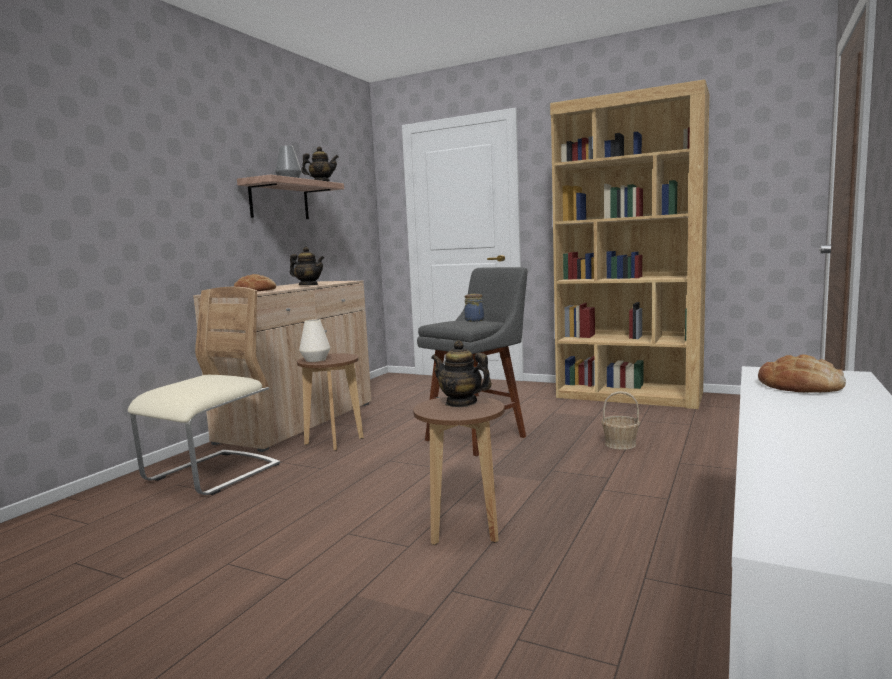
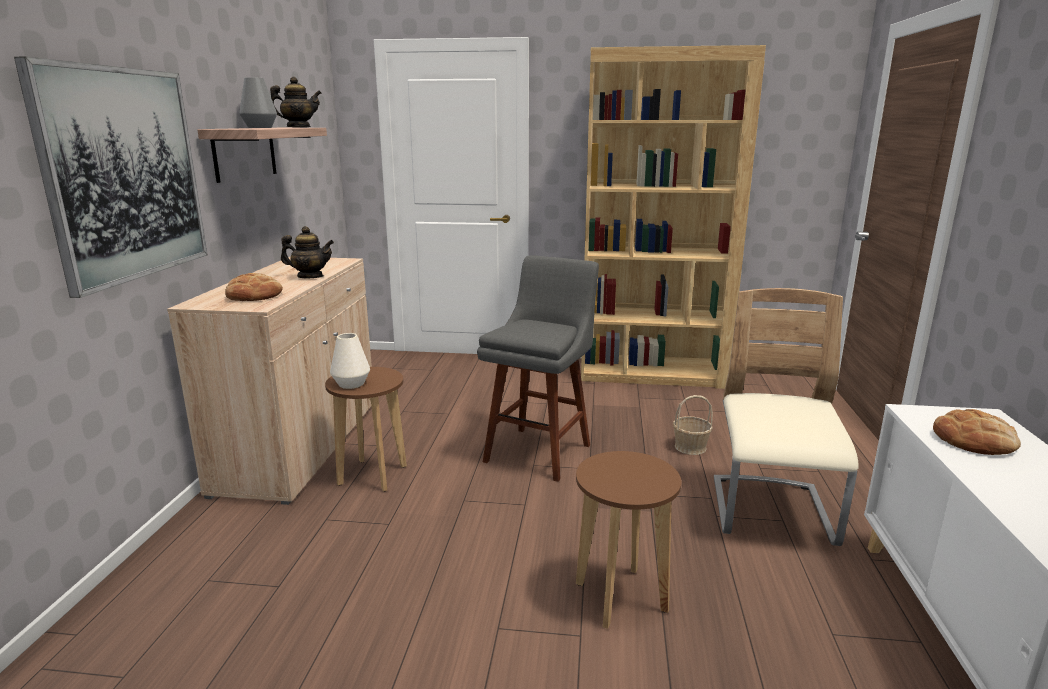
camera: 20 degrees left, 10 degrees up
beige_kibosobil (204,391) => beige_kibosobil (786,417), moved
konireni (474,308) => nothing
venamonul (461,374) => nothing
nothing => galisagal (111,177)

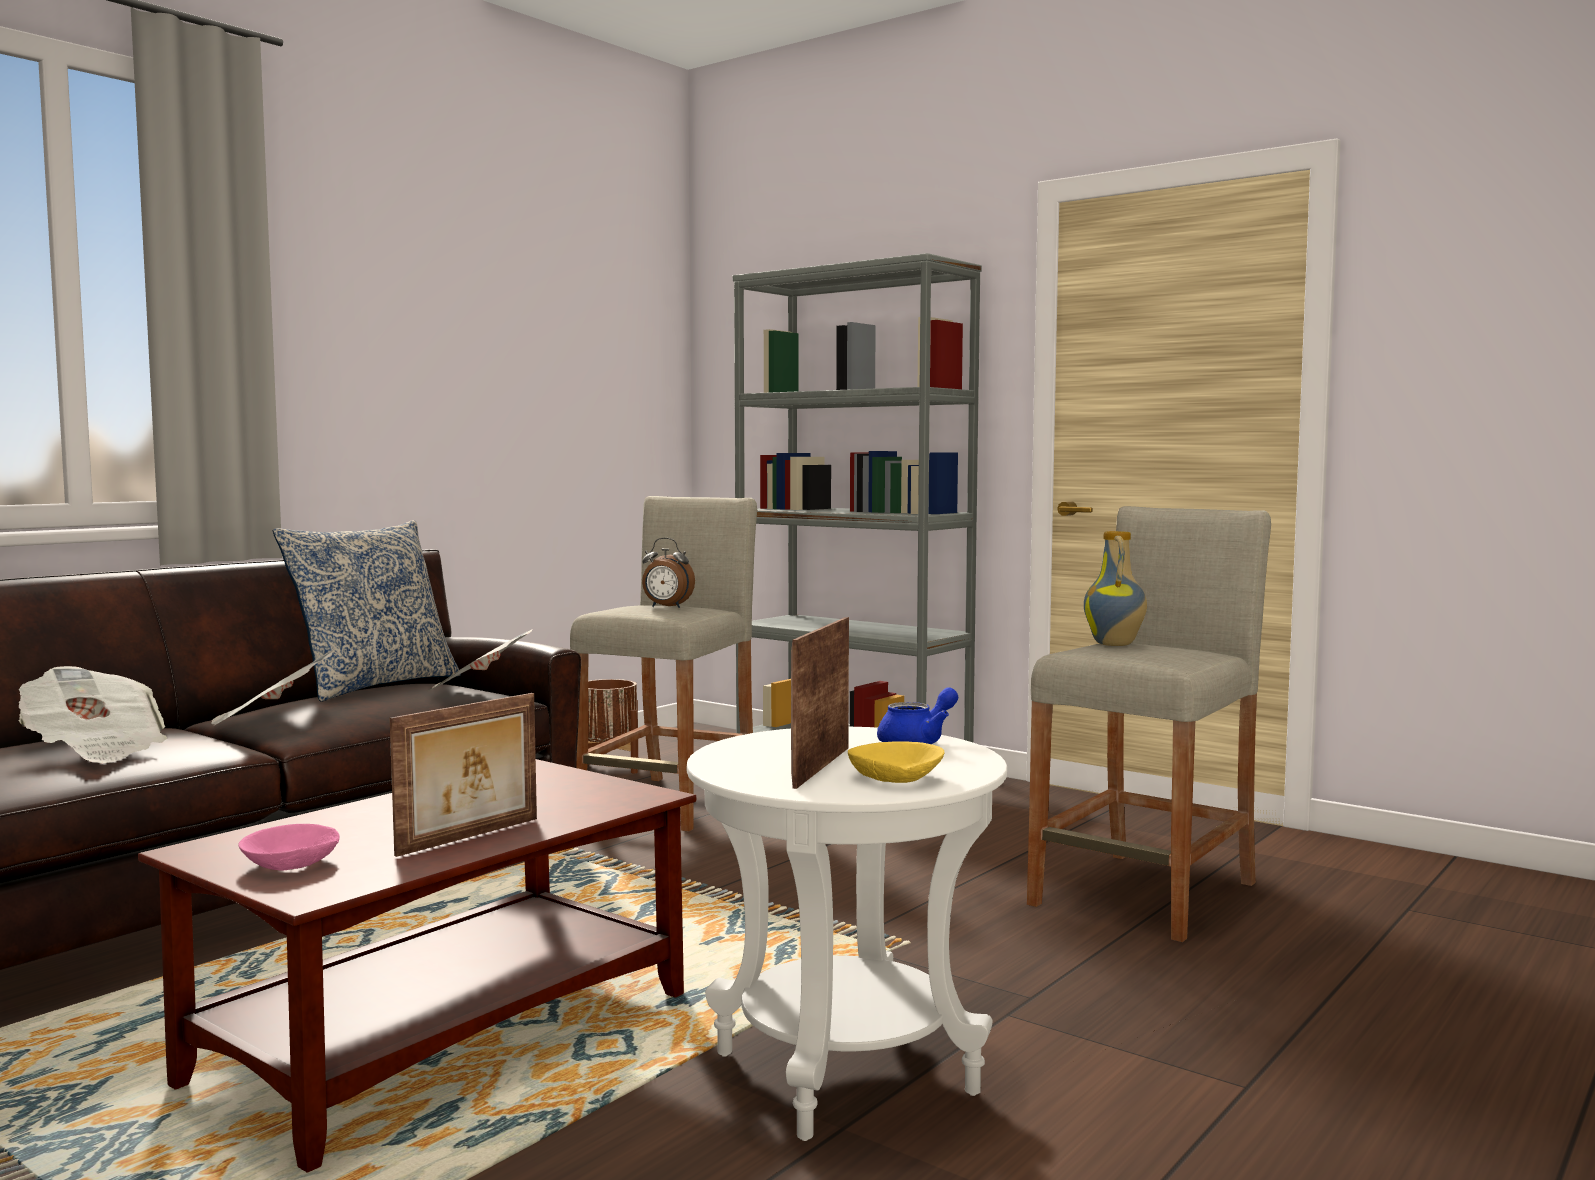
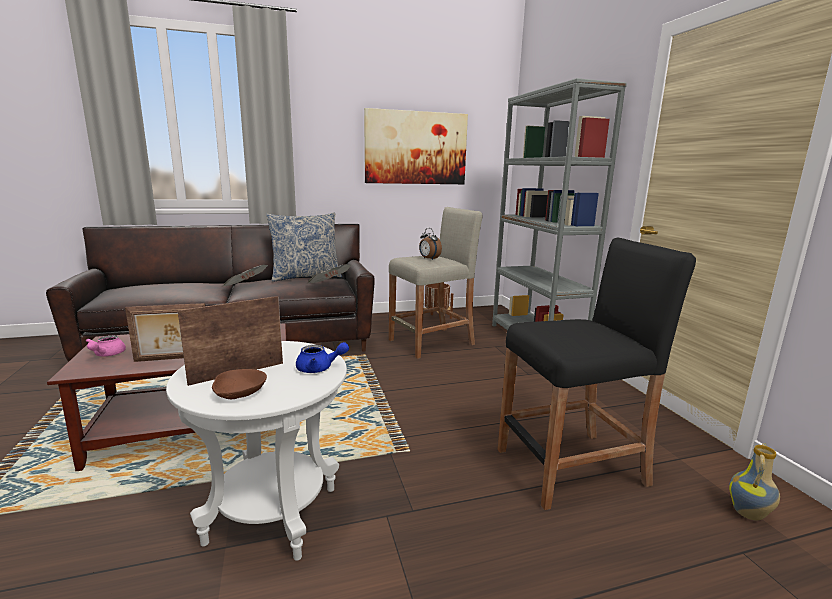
camera: 35 degrees right, 10 degrees up
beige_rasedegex (1149,724) => black_rasedegex (597,373)
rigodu (1115,588) => rigodu (754,481), moved
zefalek (93,714) => nothing
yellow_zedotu (896,762) => brown_zedotu (239,384)
pink_zedotu (289,847) => pink_venamonul (106,346)
nothing => galisagal (416,146)

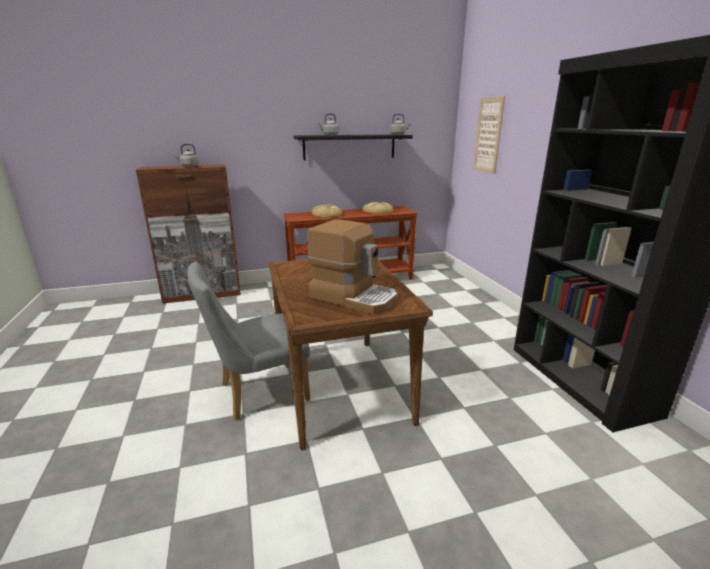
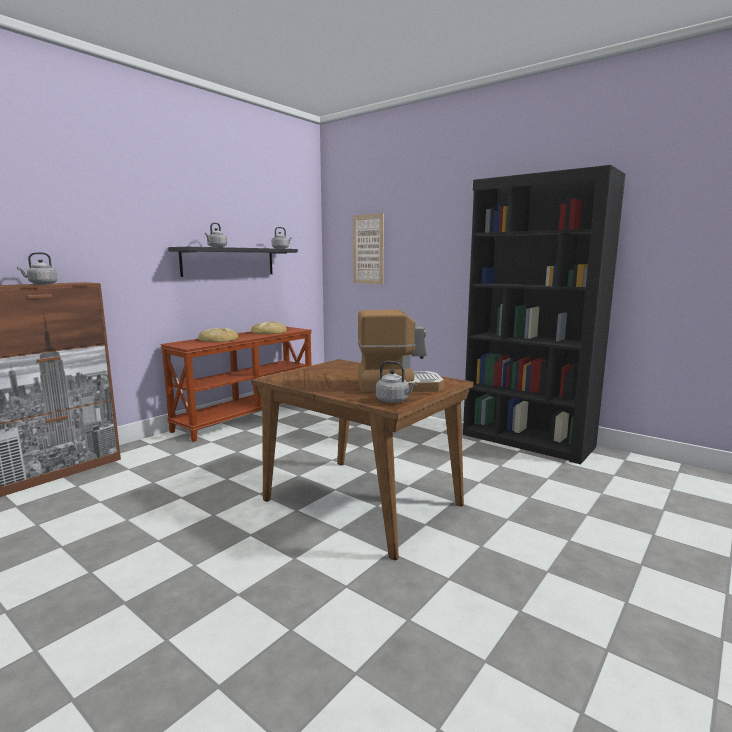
camera: 35 degrees left, 10 degrees down
grey_kibosobil (248,340) => nothing
nothing => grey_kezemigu (396,382)

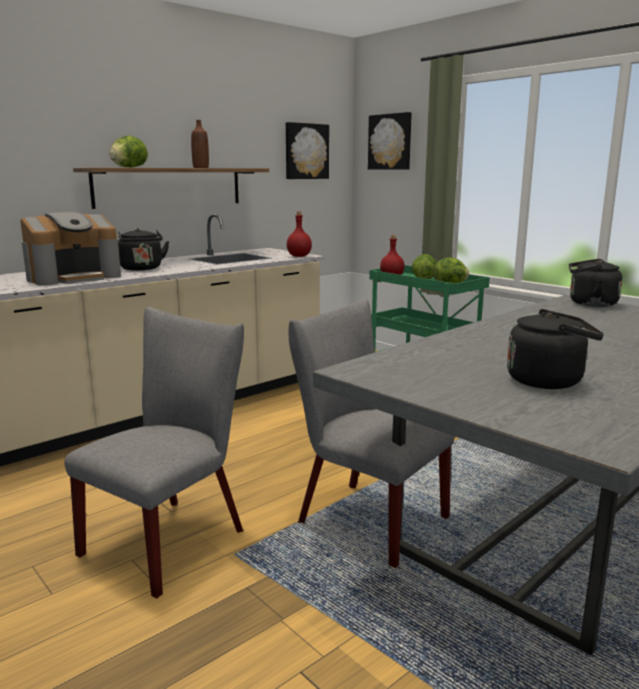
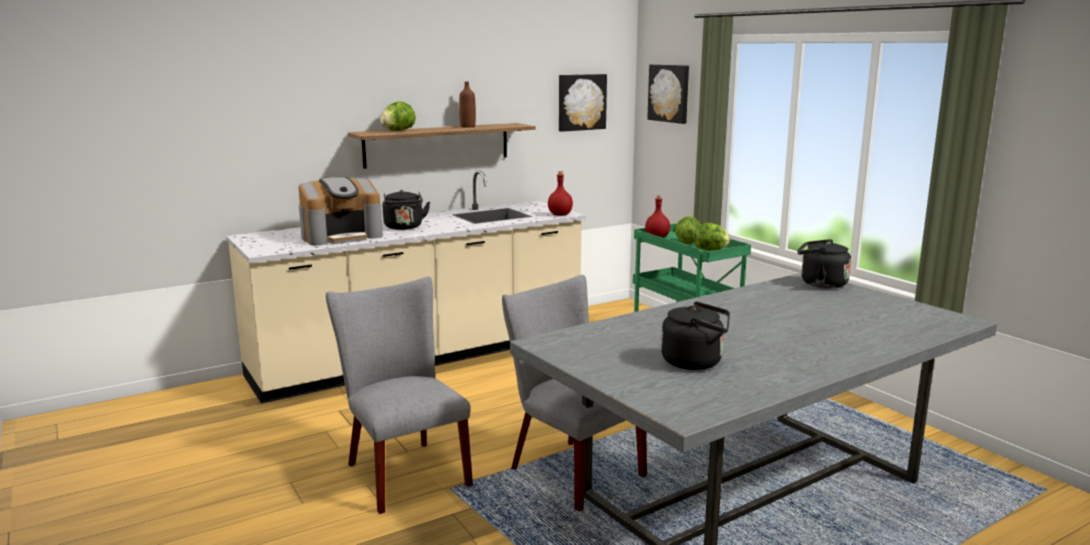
camera: 10 degrees right, 0 degrees up
grey_kibosobil (154,453) => grey_kibosobil (399,395), 75 degrees counterclockwise

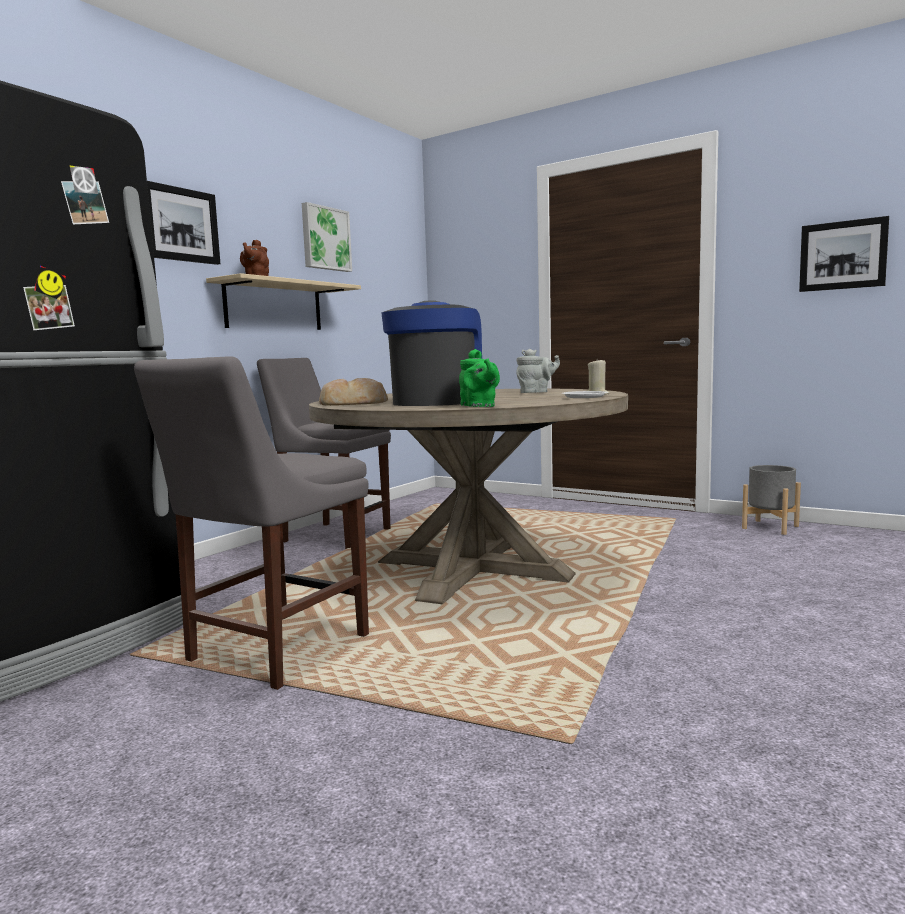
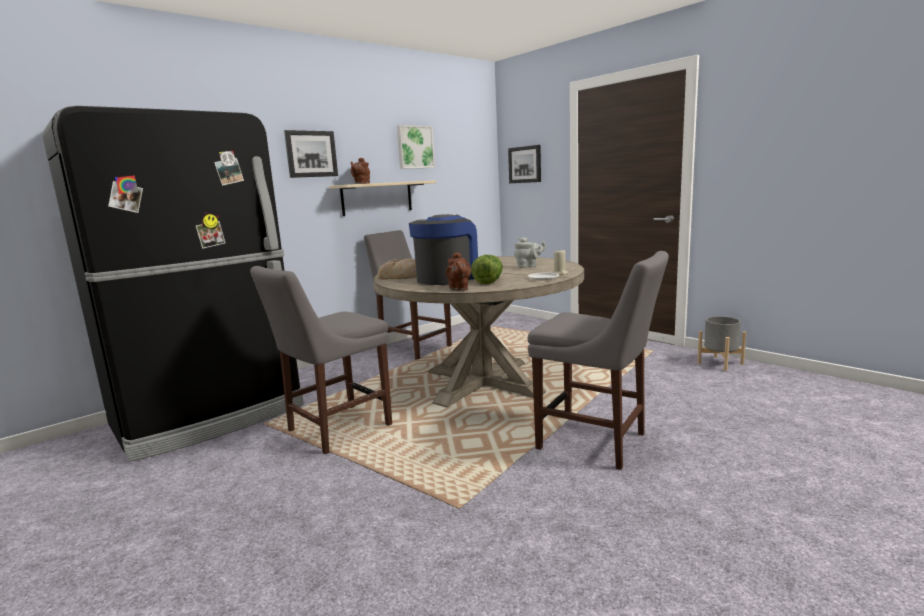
camera: 15 degrees right, 5 degrees up
galisagal (844,254) => galisagal (524,164), moved
green_venamonul (479,378) => brown_venamonul (458,271)
nothing => grey_kibosobil (598,360)
nothing => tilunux (487,269)

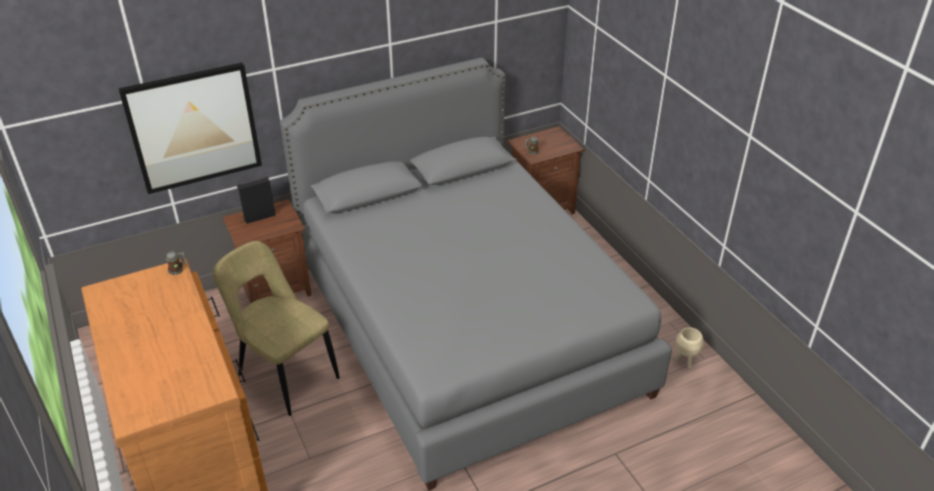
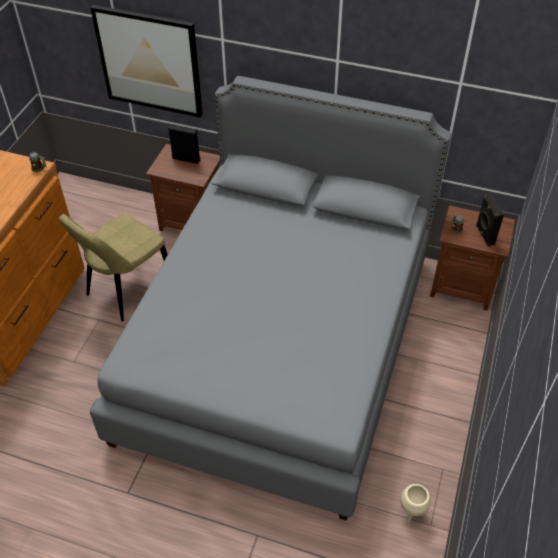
camera: 45 degrees right, 10 degrees up
beige_kibosobil (276,328) => beige_kibosobil (113,267), 135 degrees counterclockwise
nothing => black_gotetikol (490,220)

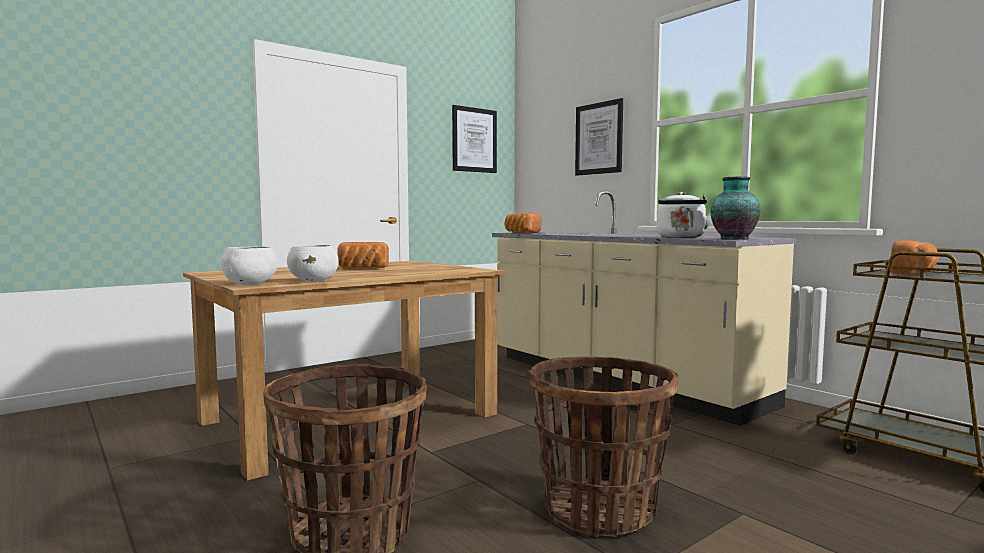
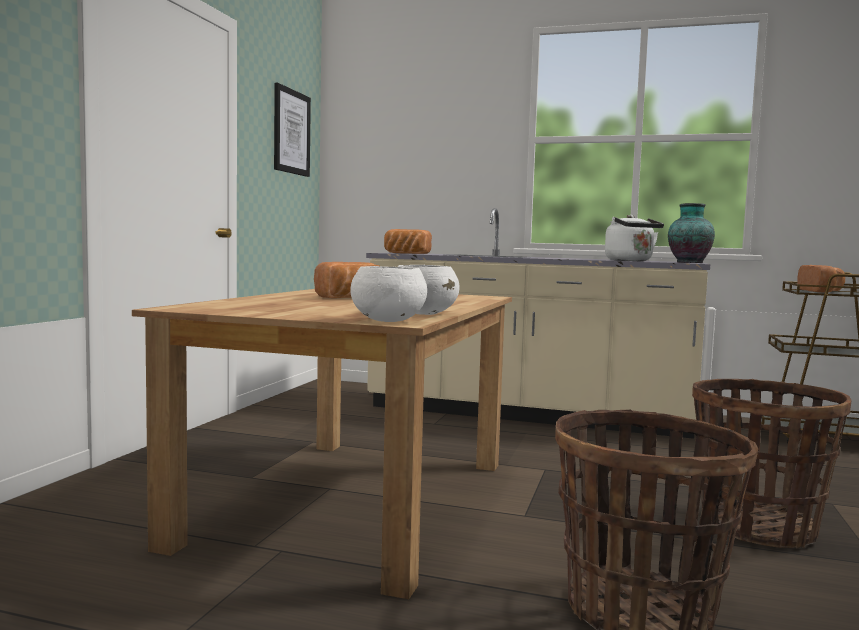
camera: 35 degrees left, 0 degrees up
galisagal (599,137) => nothing

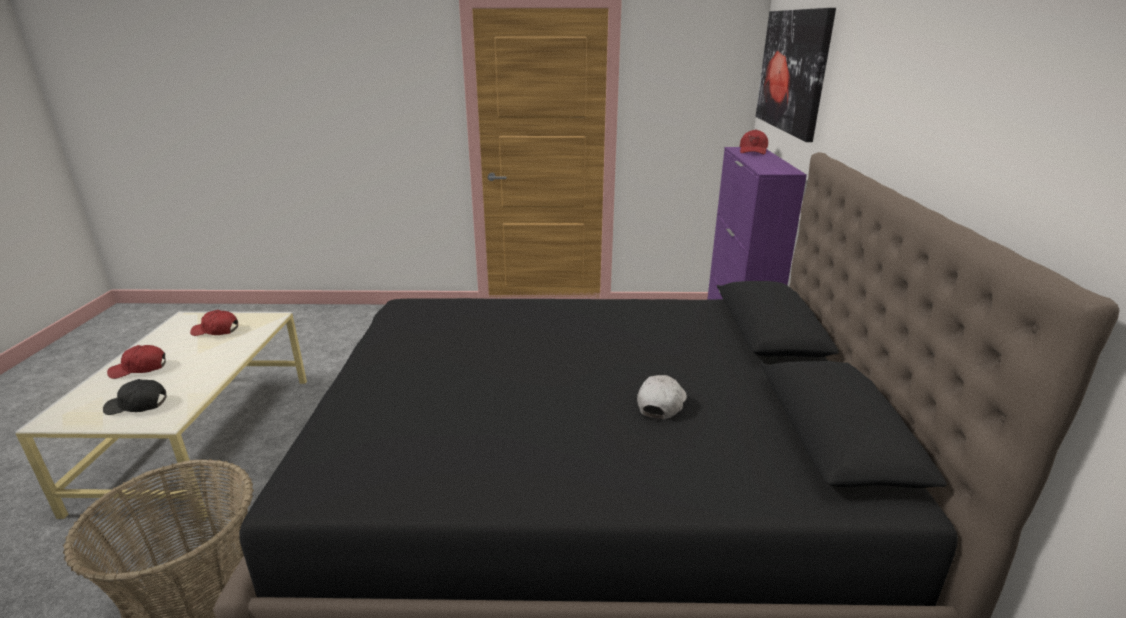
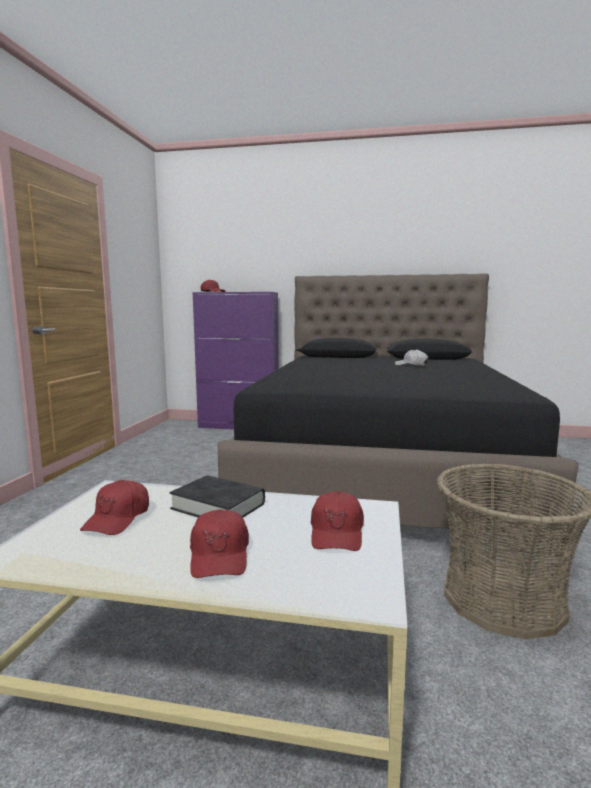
camera: 80 degrees left, 15 degrees down
galisagal (796,75) => nothing
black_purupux (135,397) => red_purupux (337,521)
nothing => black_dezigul (217,496)

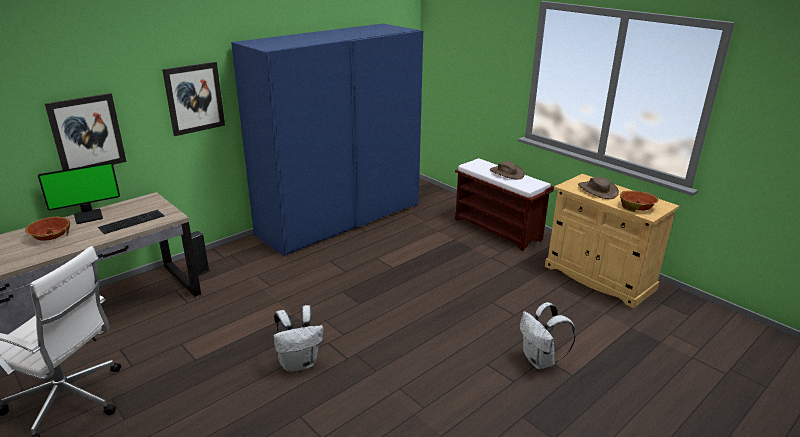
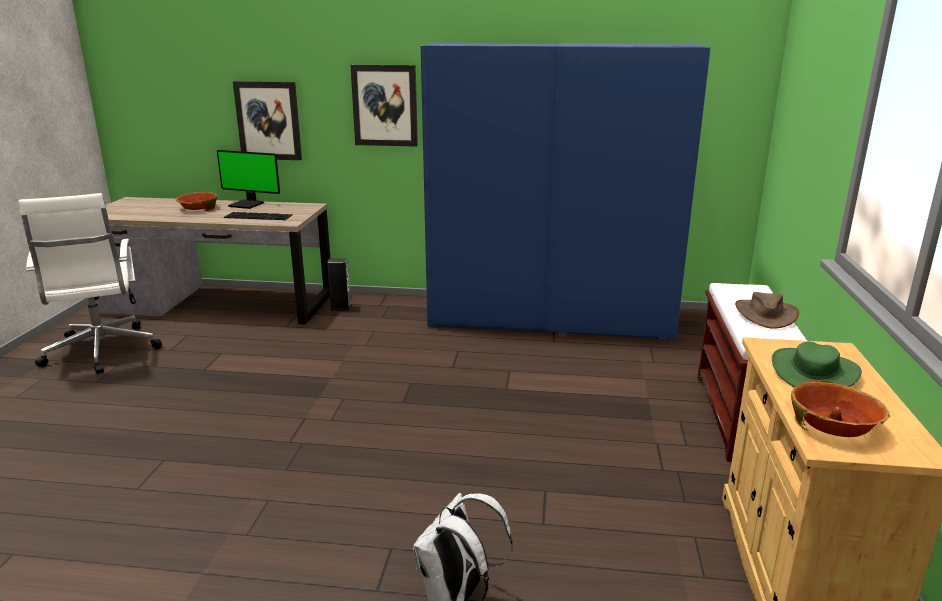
camera: 50 degrees right, 5 degrees down
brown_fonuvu (598,188) => green_fonuvu (817,364)
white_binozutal (299,338) => nothing

